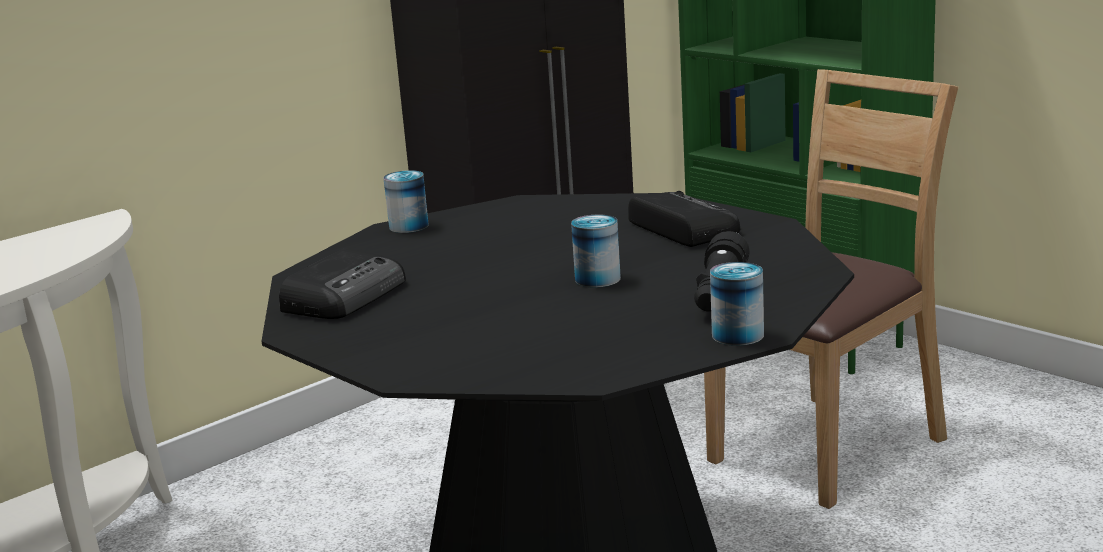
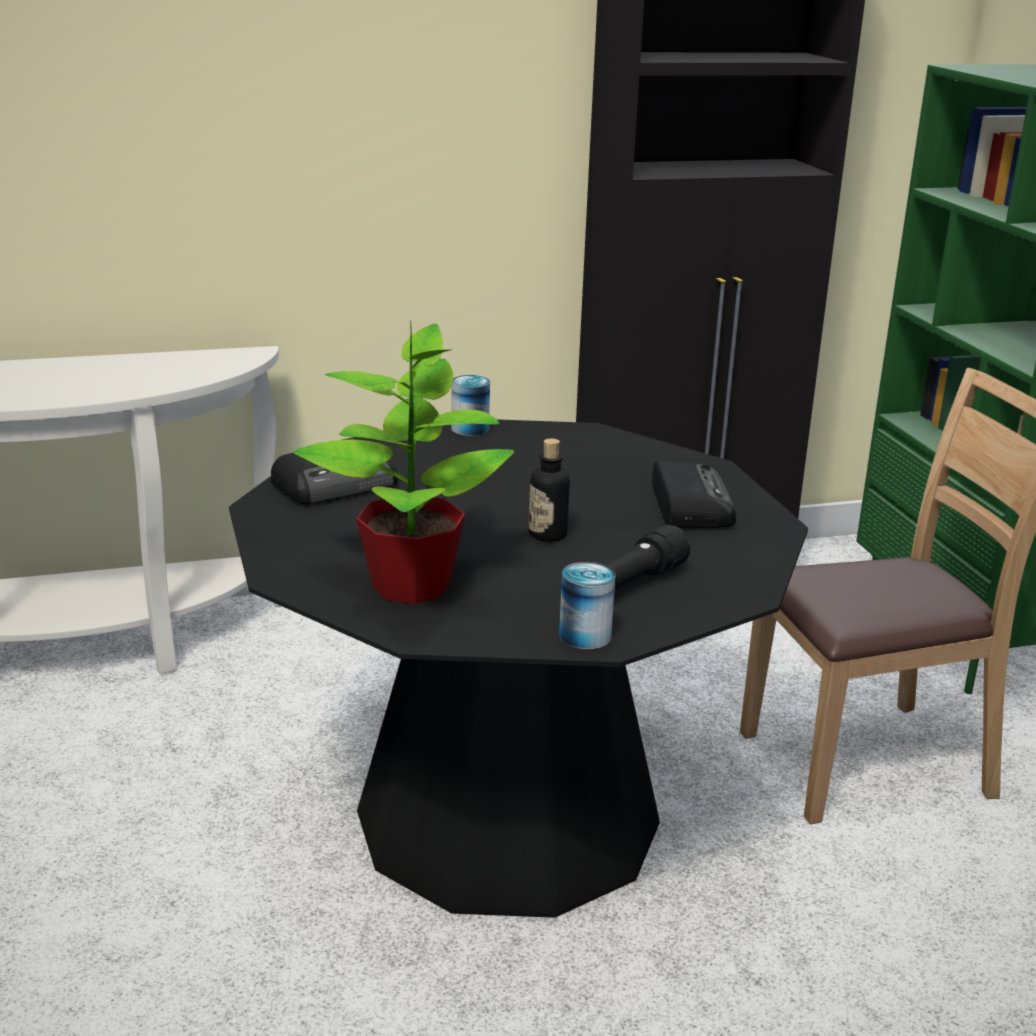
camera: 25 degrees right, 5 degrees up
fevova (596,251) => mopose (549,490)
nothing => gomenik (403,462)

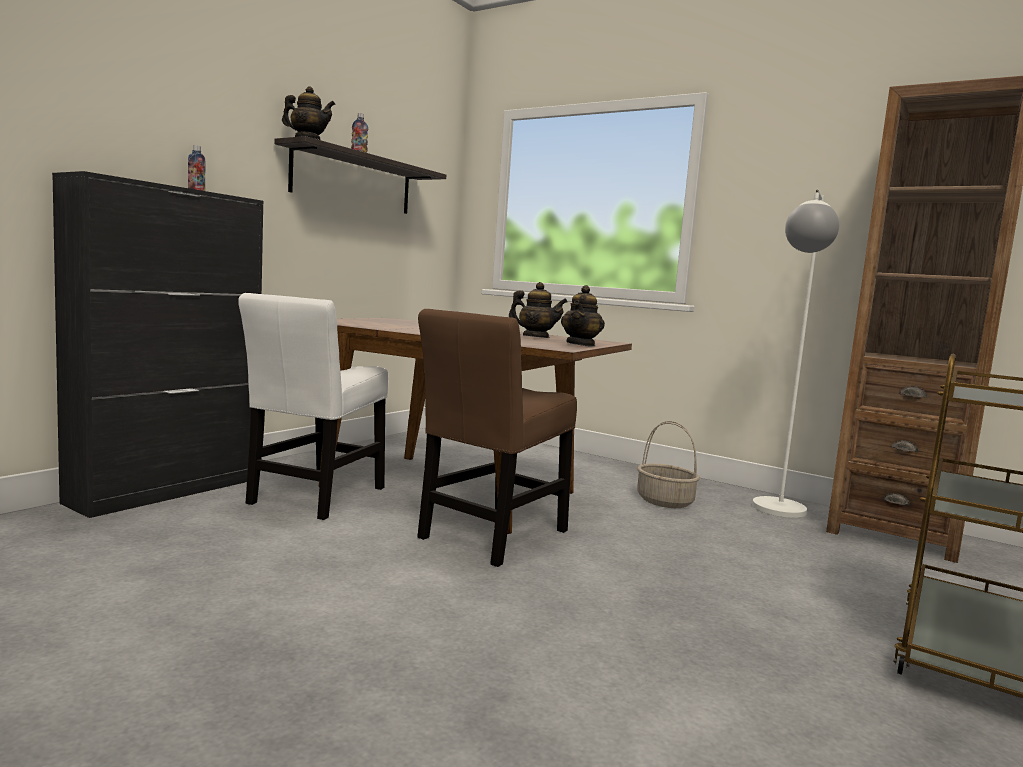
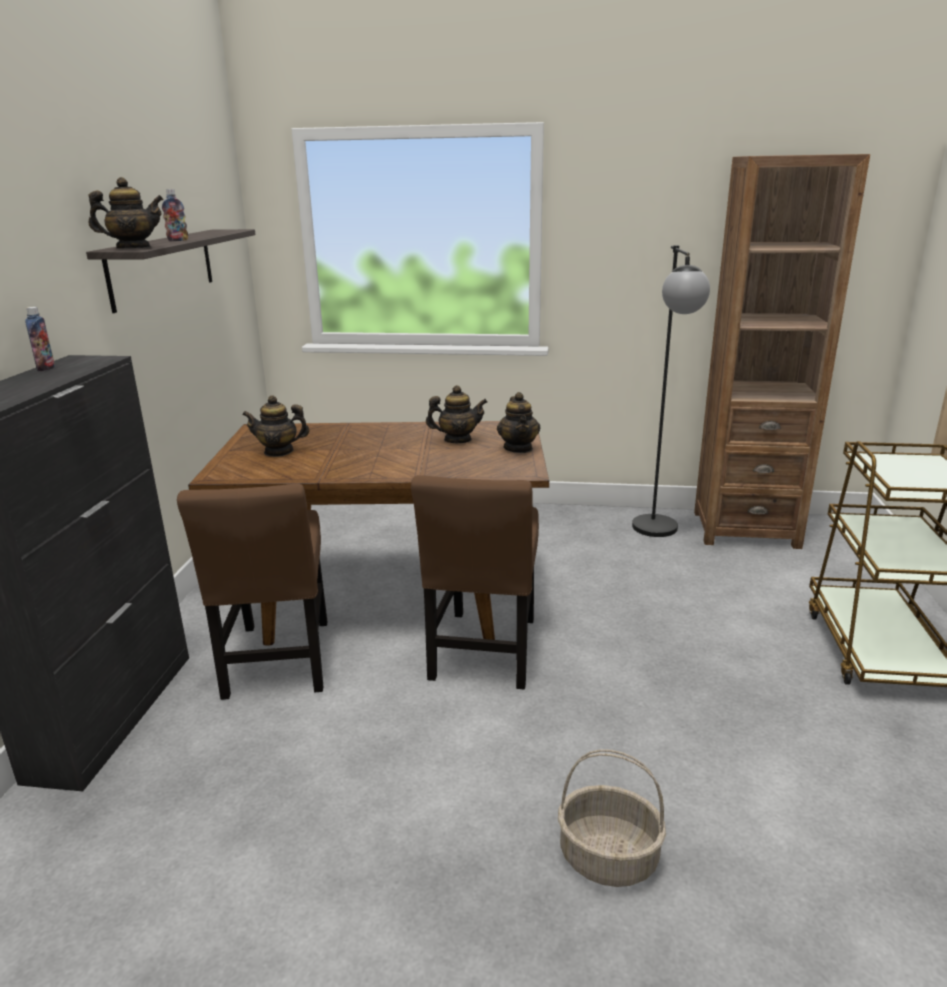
camera: 25 degrees left, 15 degrees up
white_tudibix (795,353) => black_tudibix (671,391)
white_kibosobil (313,406) => brown_kibosobil (252,591)
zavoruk (668,464) => zavoruk (612,818), moved
nothing => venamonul (275,426)

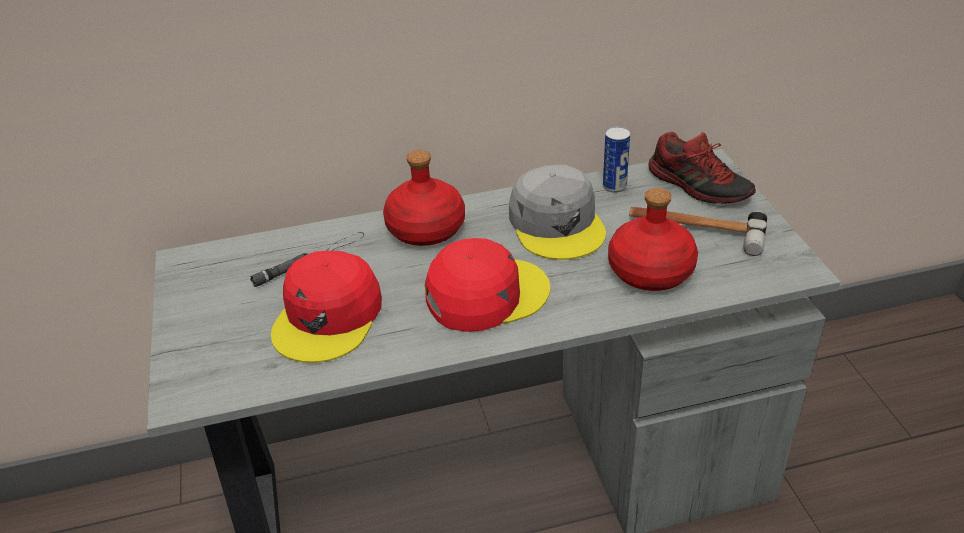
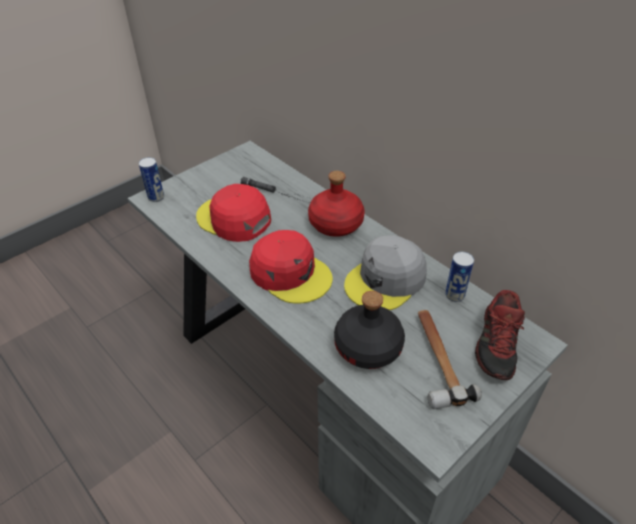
camera: 60 degrees right, 5 degrees up
red_mopose (653,239) => black_mopose (369,330)
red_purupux (326,307) => red_purupux (233,213), 45 degrees clockwise
nothing => fevova (151,179)

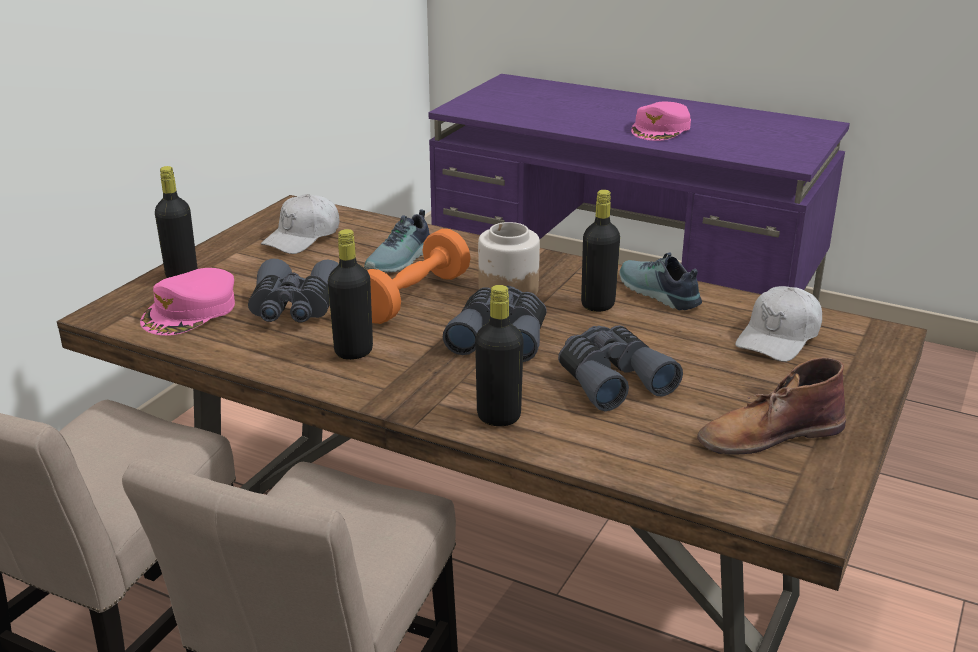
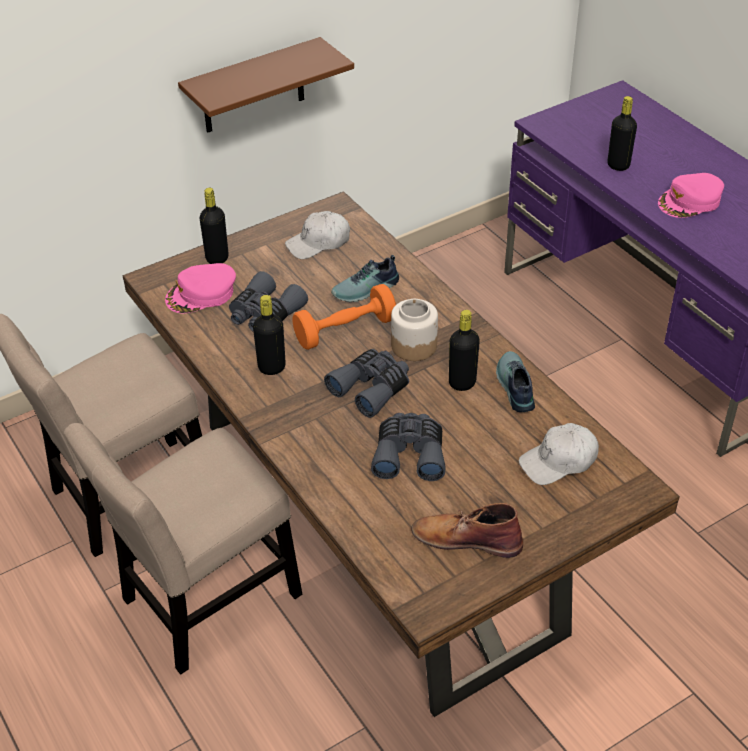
camera: 30 degrees right, 15 degrees up
black_mopose (499,355) => black_mopose (622,133), moved
nothing => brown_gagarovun (266,85)

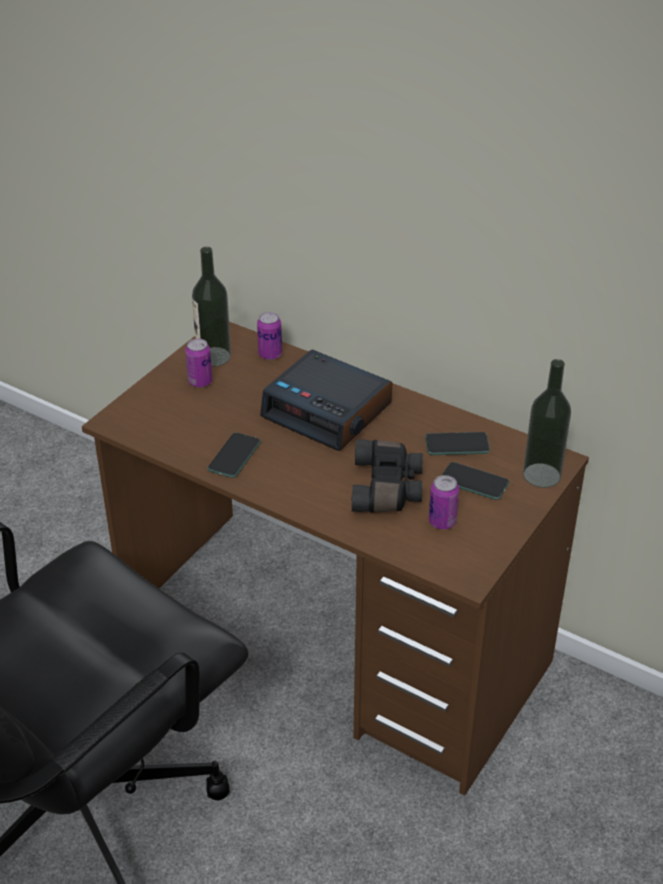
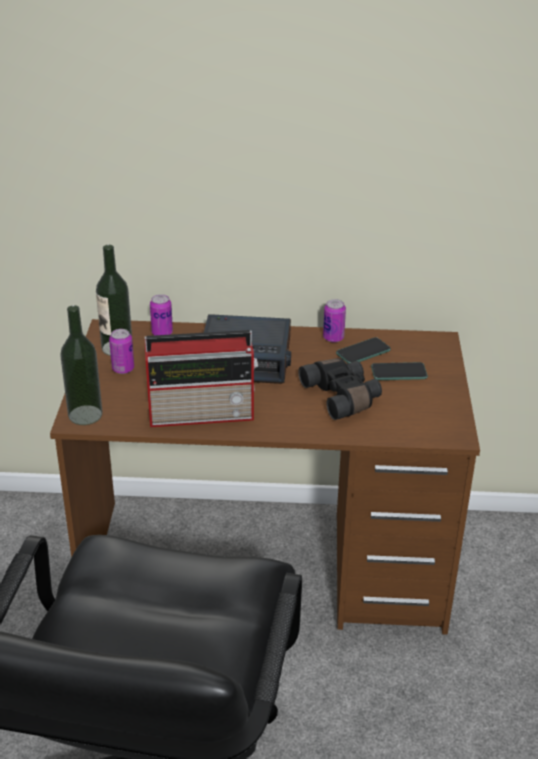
camera: 30 degrees left, 5 degrees down
mopose (547,423) => mopose (81,365), moved
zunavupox (234,455) => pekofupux (201,378)
fevova (444,502) => fevova (334,321), moved

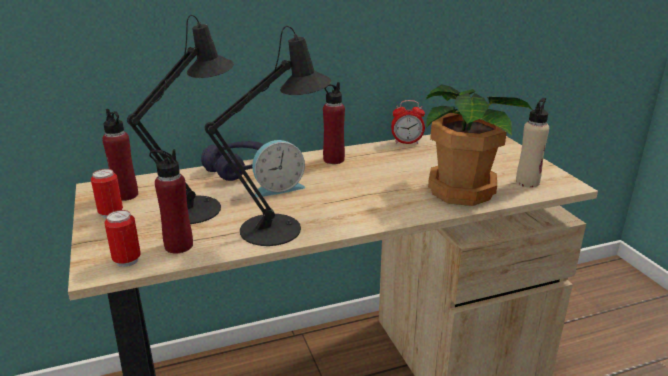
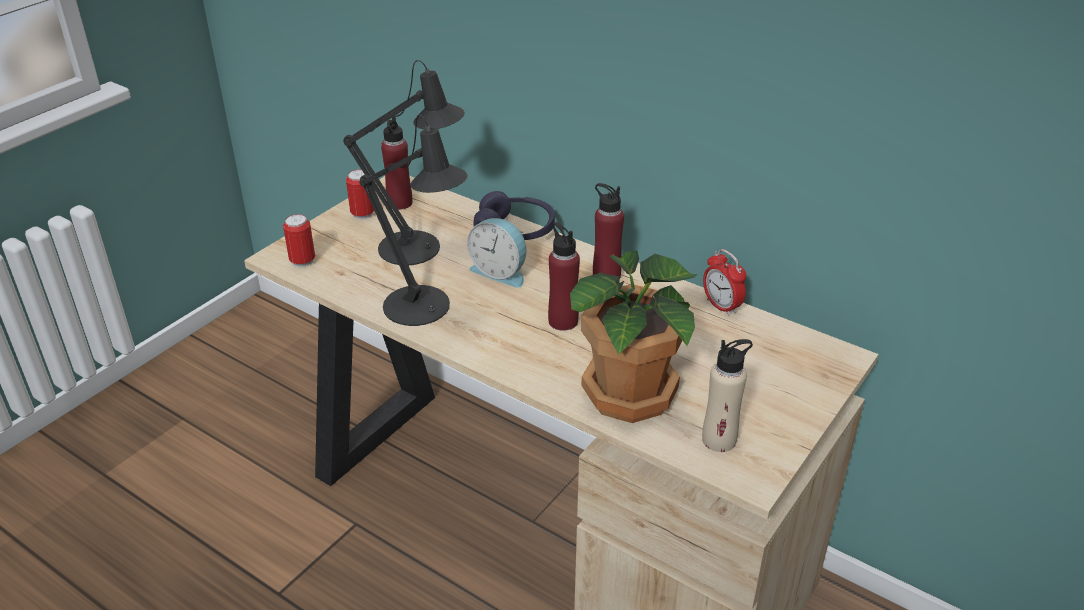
camera: 55 degrees right, 10 degrees up
red_mopose (171,201) => red_mopose (564,276), moved

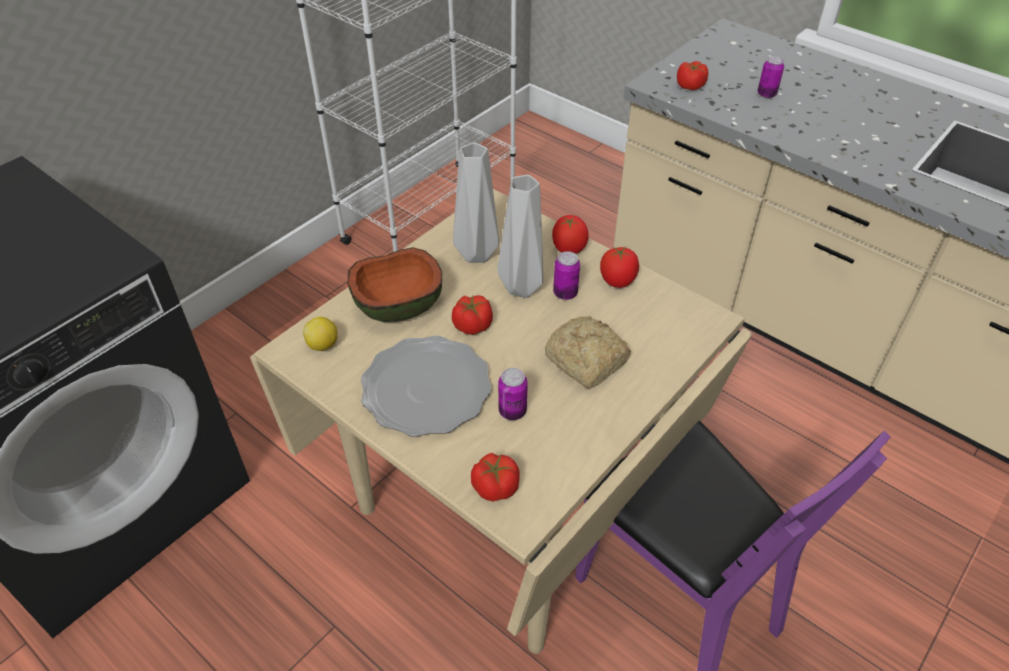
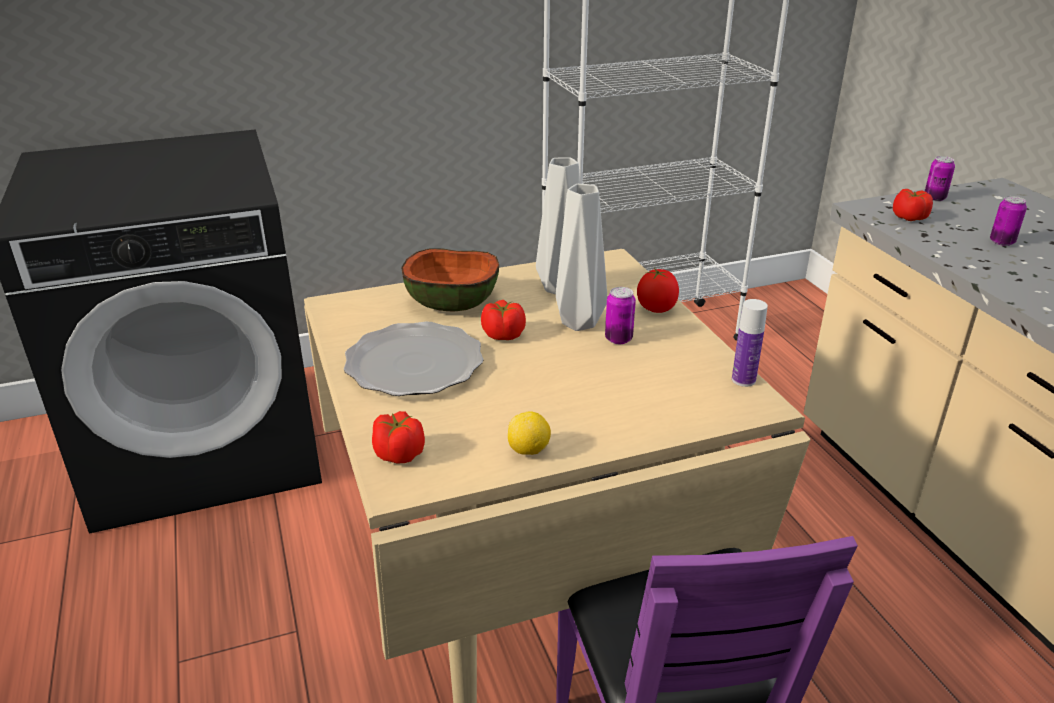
camera: 30 degrees right, 15 degrees down
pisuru (619,267) => nothing
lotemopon (588,352) => nothing
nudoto (320,334) => nudoto (529,433), moved
fevova (513,394) => fevova (940,178), moved
nothing => mopose (750,343)

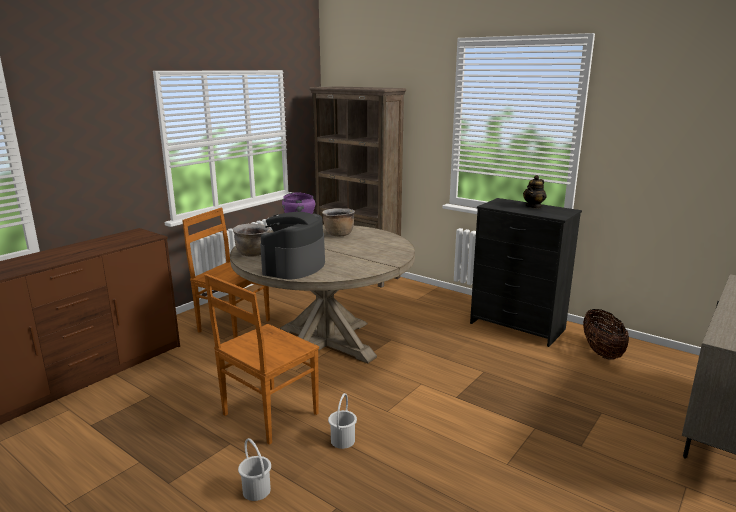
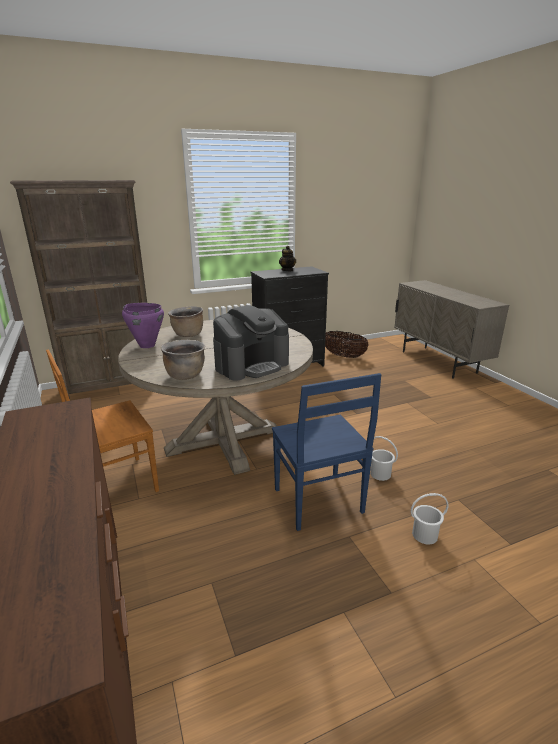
camera: 60 degrees left, 5 degrees up
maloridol (292,245) => maloridol (251,343), 90 degrees counterclockwise
brown_kibosobil (261,359) => blue_kibosobil (327,452)

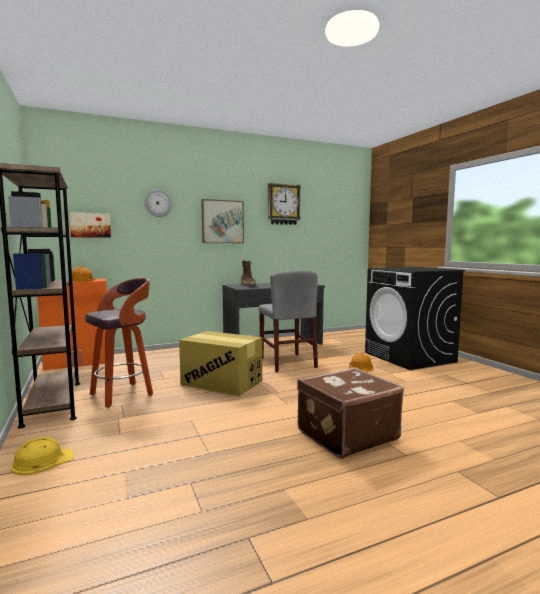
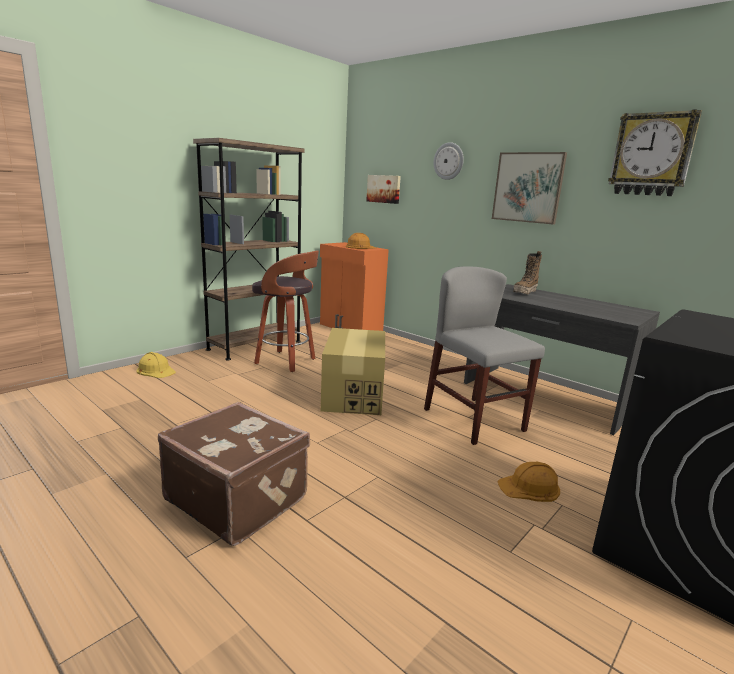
camera: 65 degrees right, 10 degrees up
grey_kibosobil (288,321) => grey_kibosobil (484,355), 105 degrees clockwise

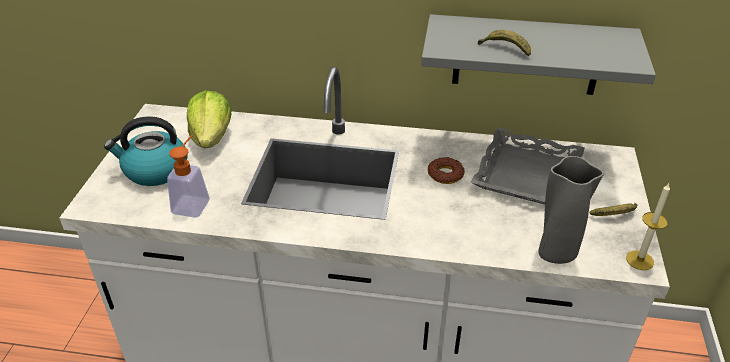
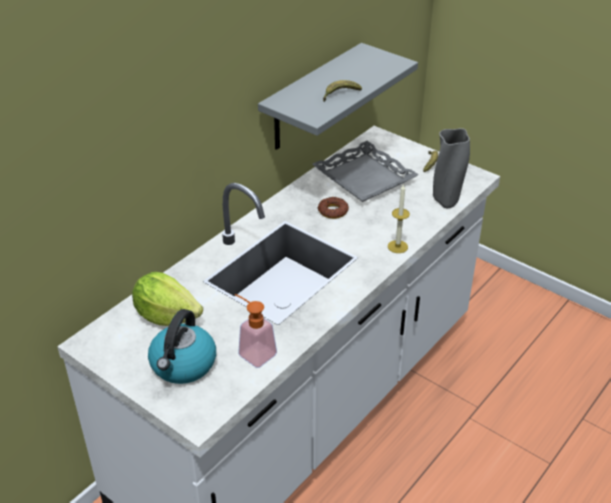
camera: 60 degrees left, 0 degrees up
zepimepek (648,226) => zepimepek (399,218), moved

